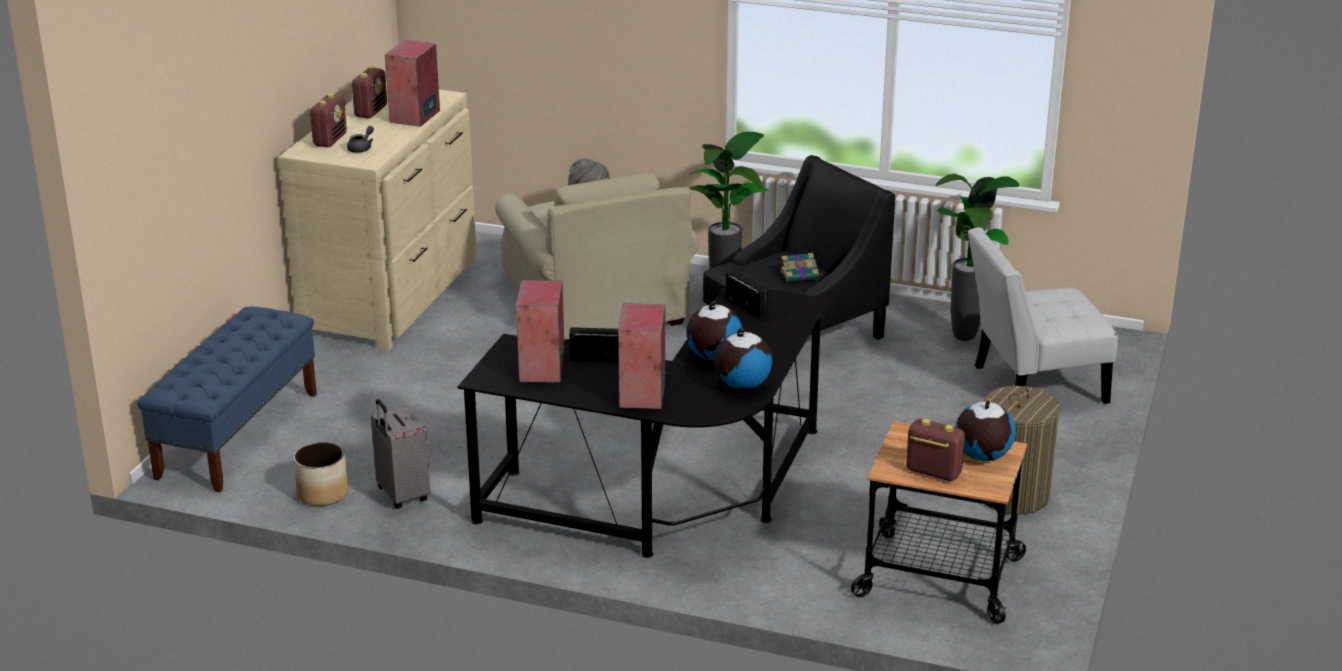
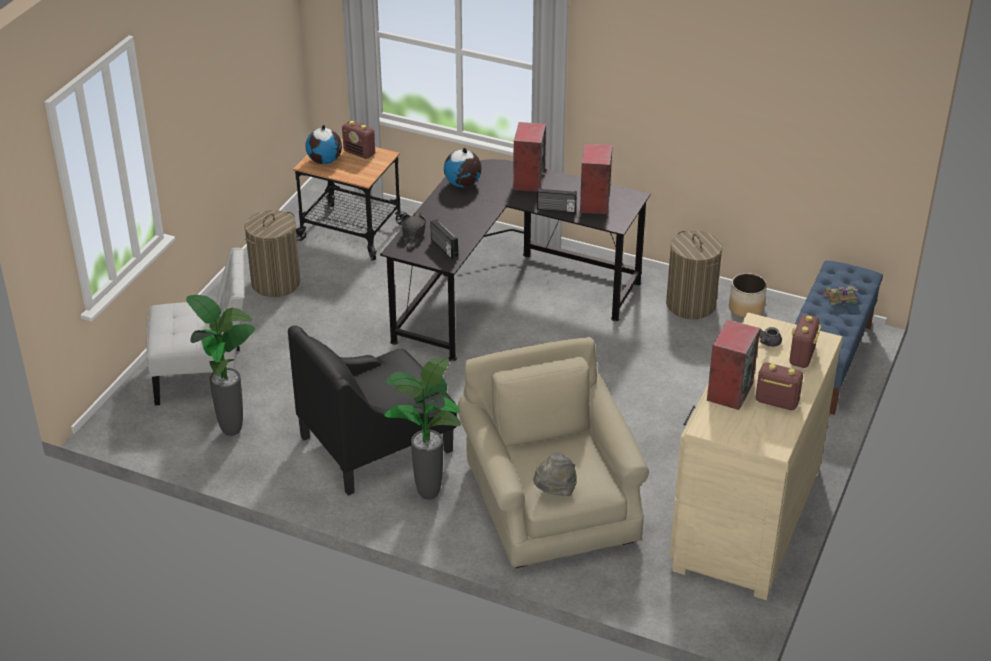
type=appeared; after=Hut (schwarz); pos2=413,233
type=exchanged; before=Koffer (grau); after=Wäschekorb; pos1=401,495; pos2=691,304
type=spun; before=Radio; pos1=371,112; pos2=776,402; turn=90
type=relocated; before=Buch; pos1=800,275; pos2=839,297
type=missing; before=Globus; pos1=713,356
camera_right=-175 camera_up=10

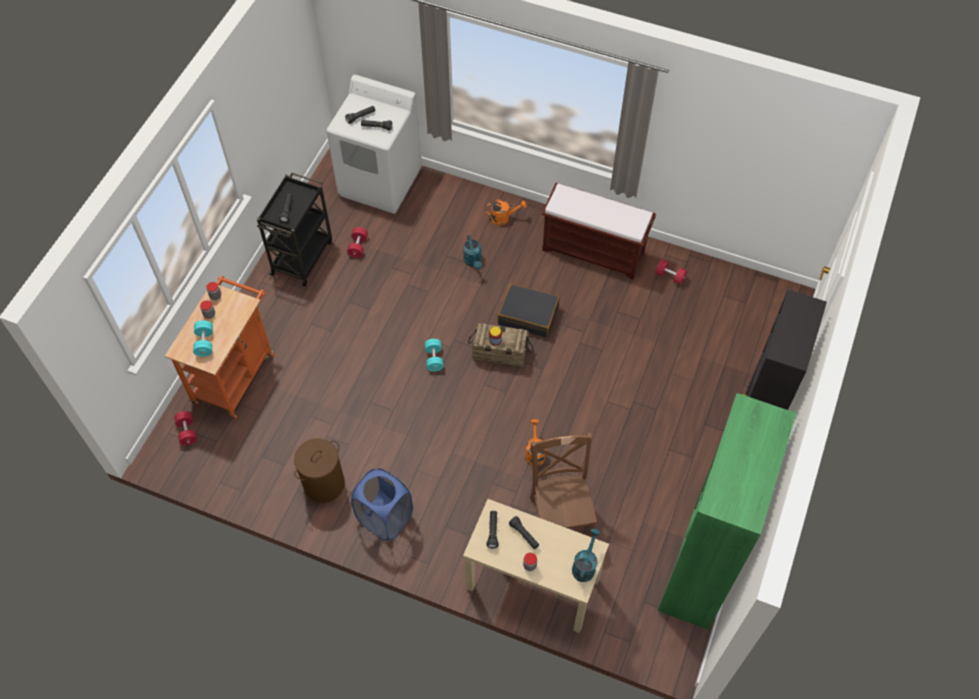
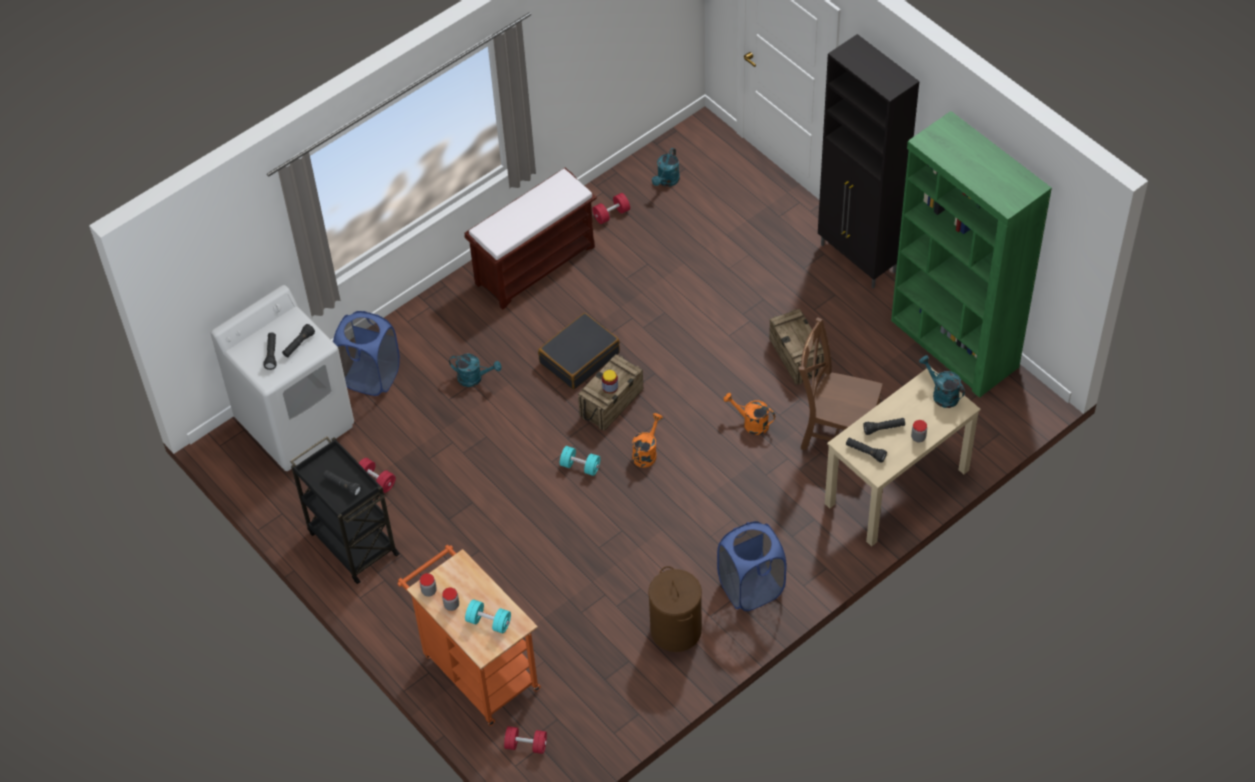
type=appeared; after=Wäschekorb (blau); pos2=371,376
type=relocated; before=Gießkanne (orange); pos1=503,218; pos2=646,452
type=appeared; after=Gießkanne (türkis); pos2=667,181
type=appeared; after=Kiste; pos2=796,357
camera_right=-60 camera_up=-5

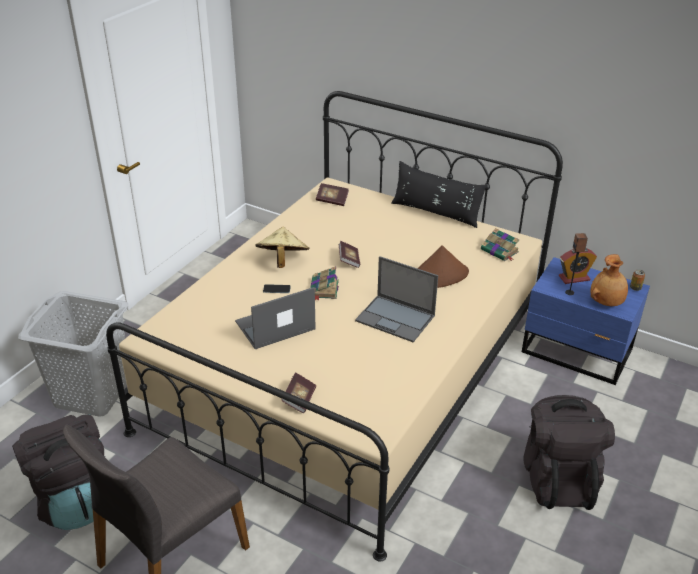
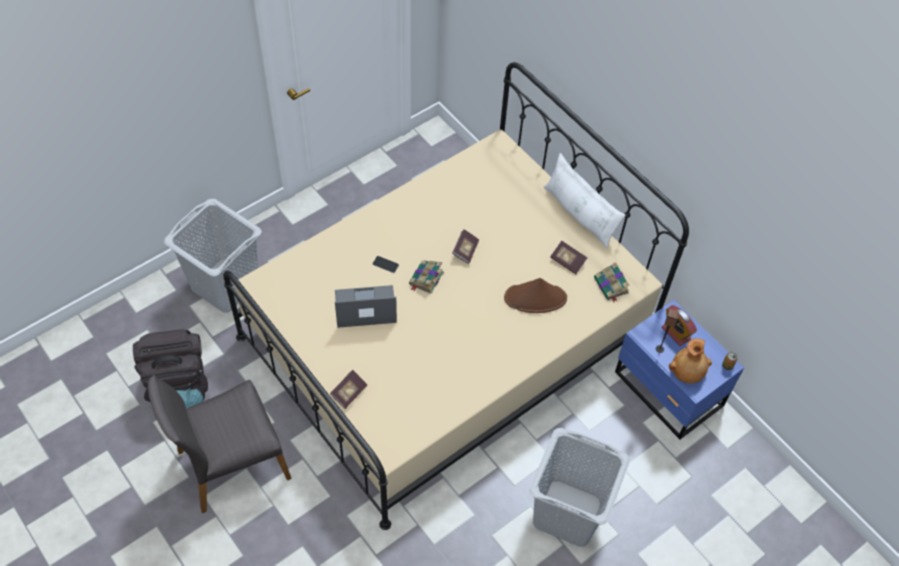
type=exchanged; before=Rucksack (schwarz); after=Wäschekorb (grau); pos1=558,479; pos2=567,513
type=colour; before=Kissen (schwarz); after=Kissen (weiß); pos1=435,212; pos2=579,214
type=relocated; before=Buch; pos1=332,200; pos2=567,261
type=spun; before=Wecker; pos1=574,278; pos2=676,333; turn=45
type=missing; before=Hut (beige); pos1=282,261
type=missing; before=Laptop; pos1=396,318
camera_right=20 camera_up=20

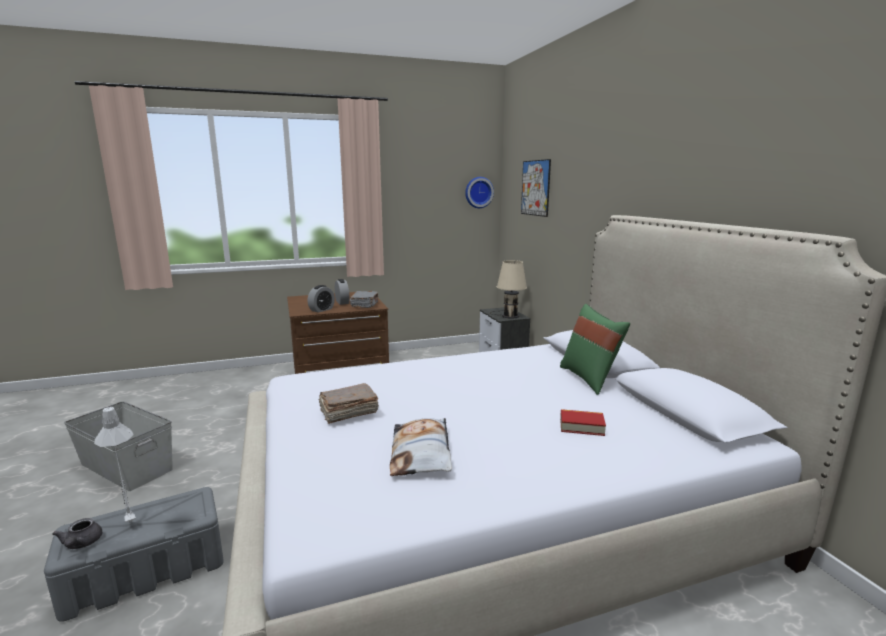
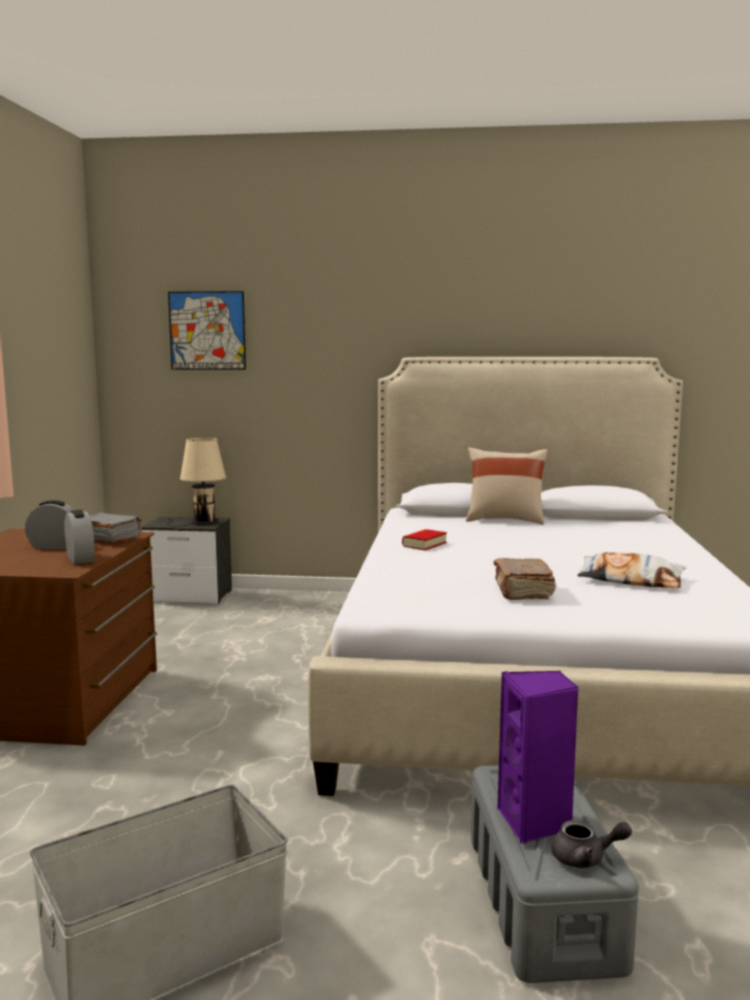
type=relocated; before=Buch; pos1=581,426; pos2=424,544
type=colour; before=Kissen (grün); after=Kissen (beige); pos1=589,379; pos2=505,520
type=exchanged; before=Tischlampe (grau); after=Lautsprecher (lila); pos1=129,519; pos2=535,823
type=missing; before=Wanduhr; pos1=478,192
camera_right=-65 camera_up=-5

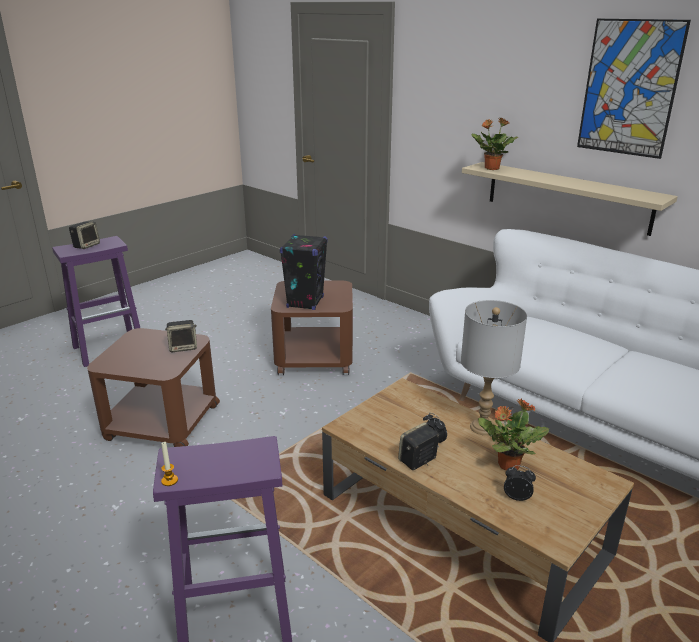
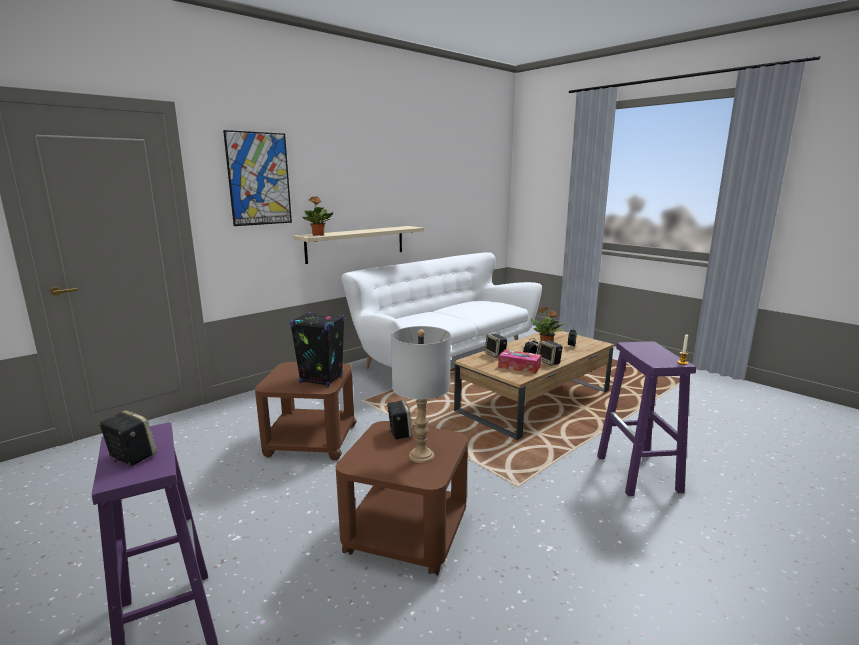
type=relocated; before=Bild; pos1=629,88; pos2=259,179
type=relocated; before=Tischlampe (grau); pos1=483,427; pos2=421,455
type=appeared; after=Lautsprecher; pos2=496,355
type=appeared; after=Taschentuchbox; pos2=519,367
camera_right=-85 camera_up=-10

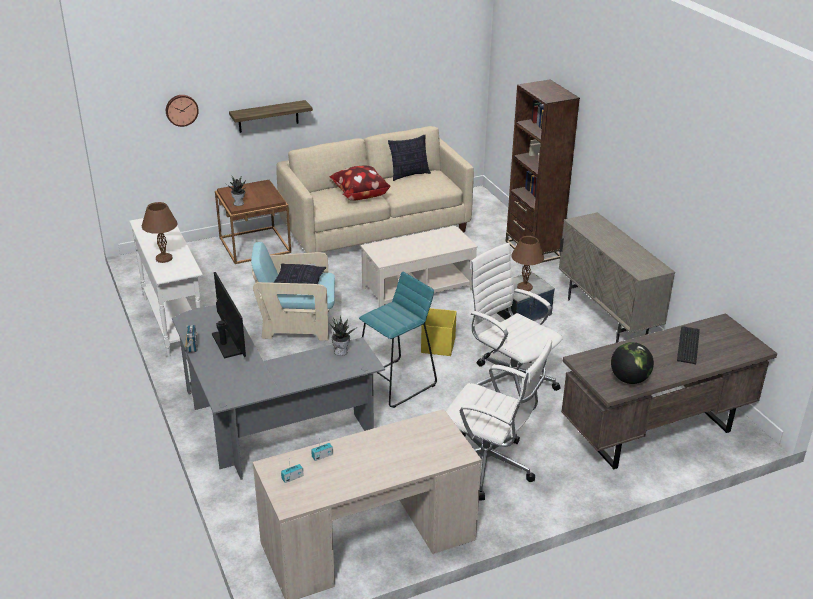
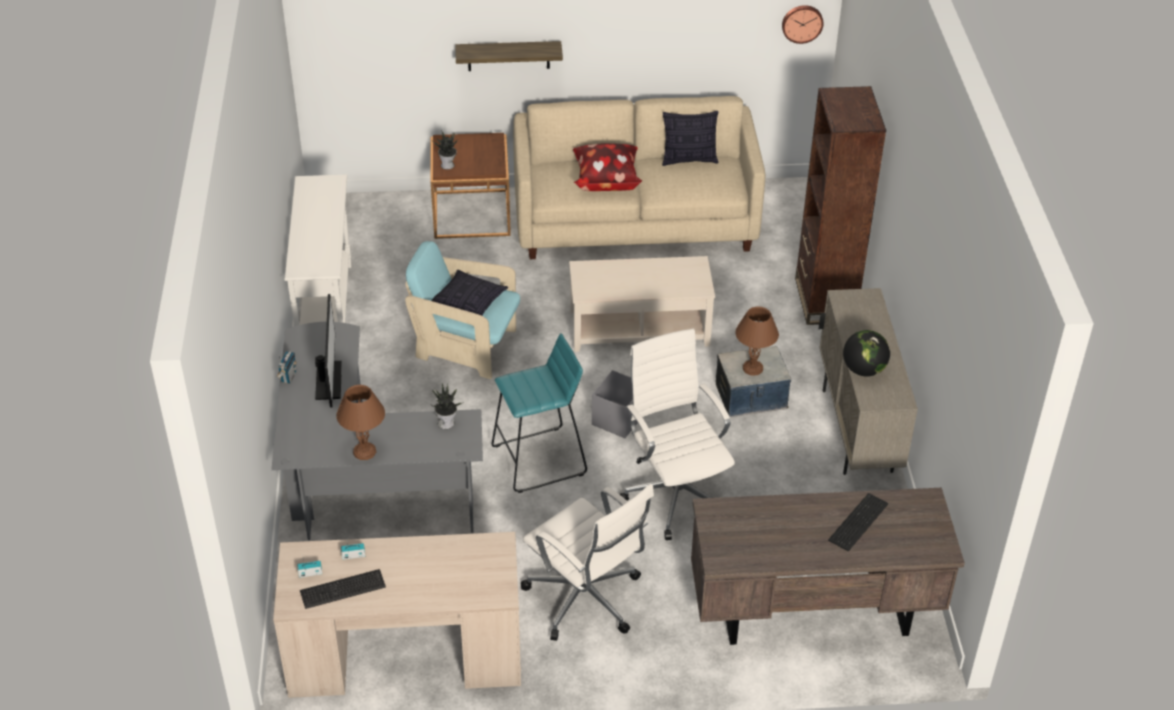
type=appeared; after=Tastatur; pos2=344,590
type=relocated; before=Tischlampe (braun); pos1=164,258; pos2=365,451
type=colour; before=Aufbewahrungsbox (gelb); after=Aufbewahrungsbox (grau); pos1=437,346; pos2=617,420
type=relocated; before=Wanduhr; pos1=181,110; pos2=802,23
type=relocated; before=Globus; pos1=629,379; pos2=863,370
camera_right=20 camera_up=10

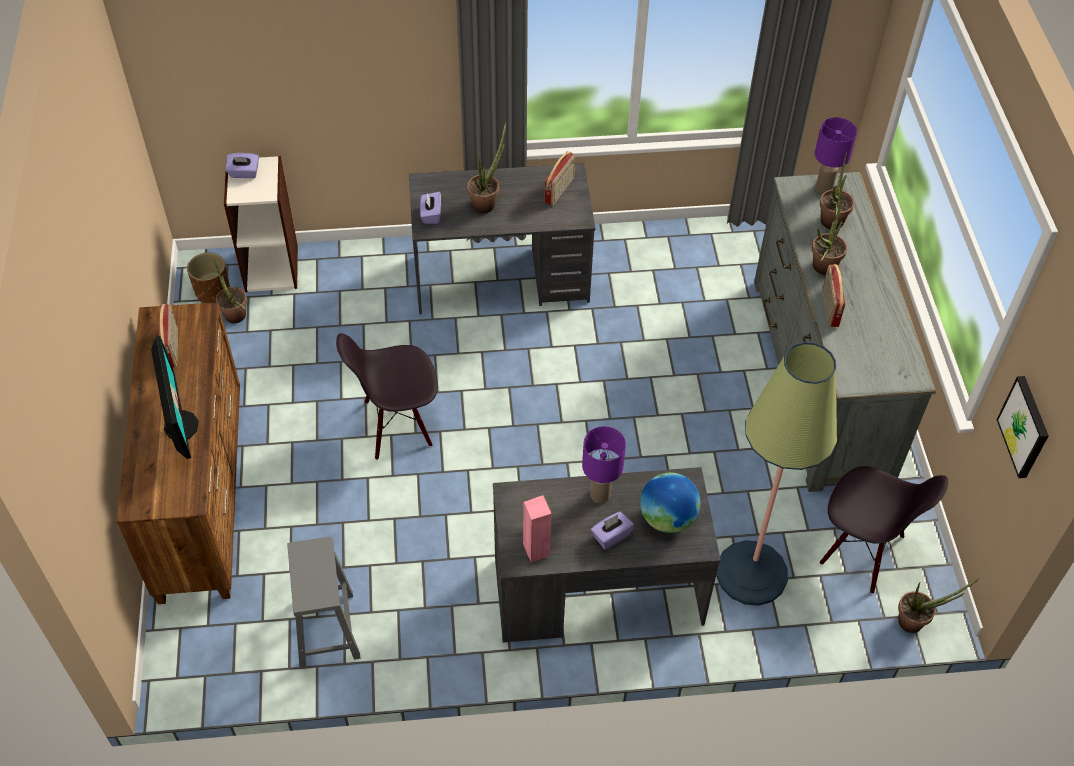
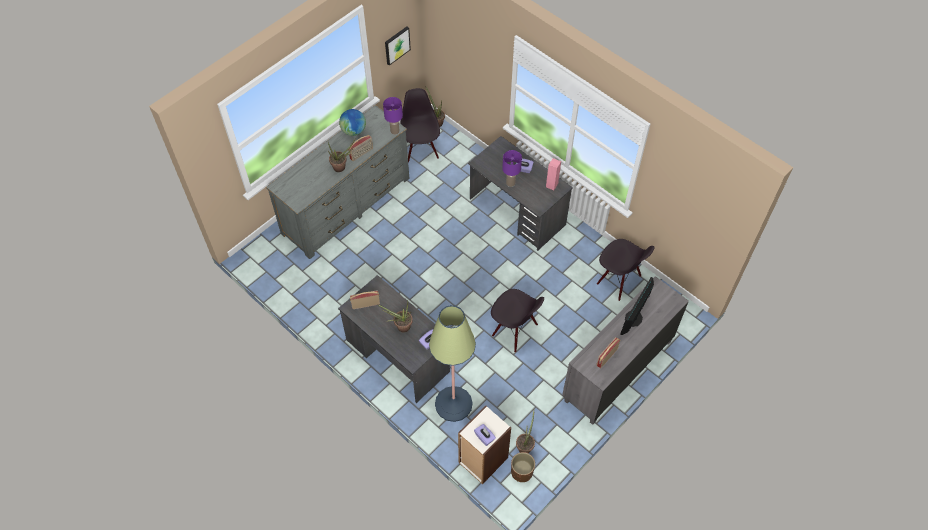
type=relocated; before=Globus; pos1=667,518; pos2=354,131
type=relocated; before=Tischlampe (lila); pos1=824,188; pos2=395,131
type=relocated; before=Stehlampe; pos1=751,573; pos2=453,404
type=colour; before=Kommode (braun); after=Kommode (grau); pos1=202,496; pos2=617,370
type=exchanged; before=Hocker (grau); after=Stuhl (schwarz); pos1=326,628; pos2=618,280
type=missing; before=Topfpflanze; pos1=830,225
camera_right=-130 camera_up=5

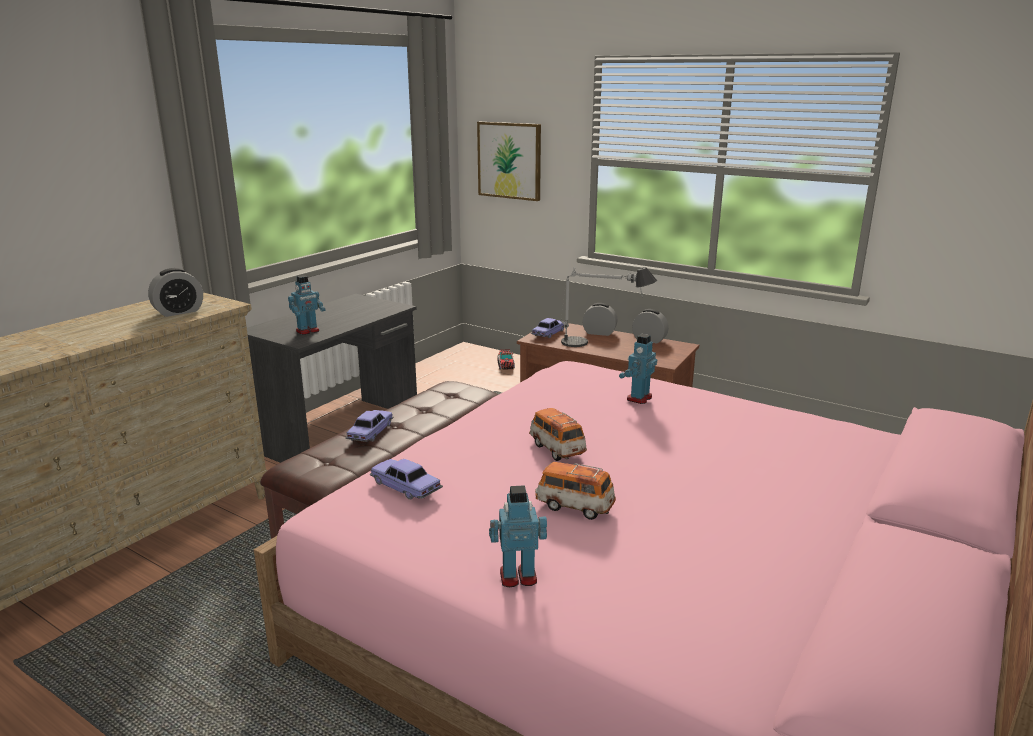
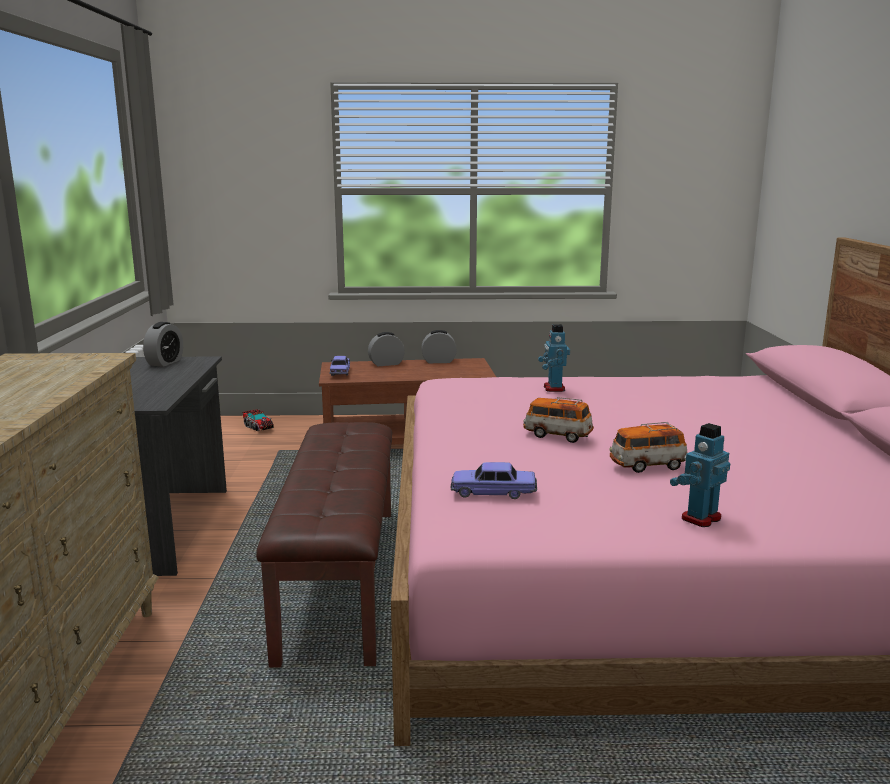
type=relocated; before=Wecker; pos1=179,312; pos2=165,362
type=missing; before=Spielzeugroboter; pos1=308,331
type=missing; before=Spielzeugauto; pos1=370,433
type=missing; before=Bild; pos1=509,160
type=missing; before=Tischlampe; pos1=602,345
camera_right=-35 camera_up=-5

